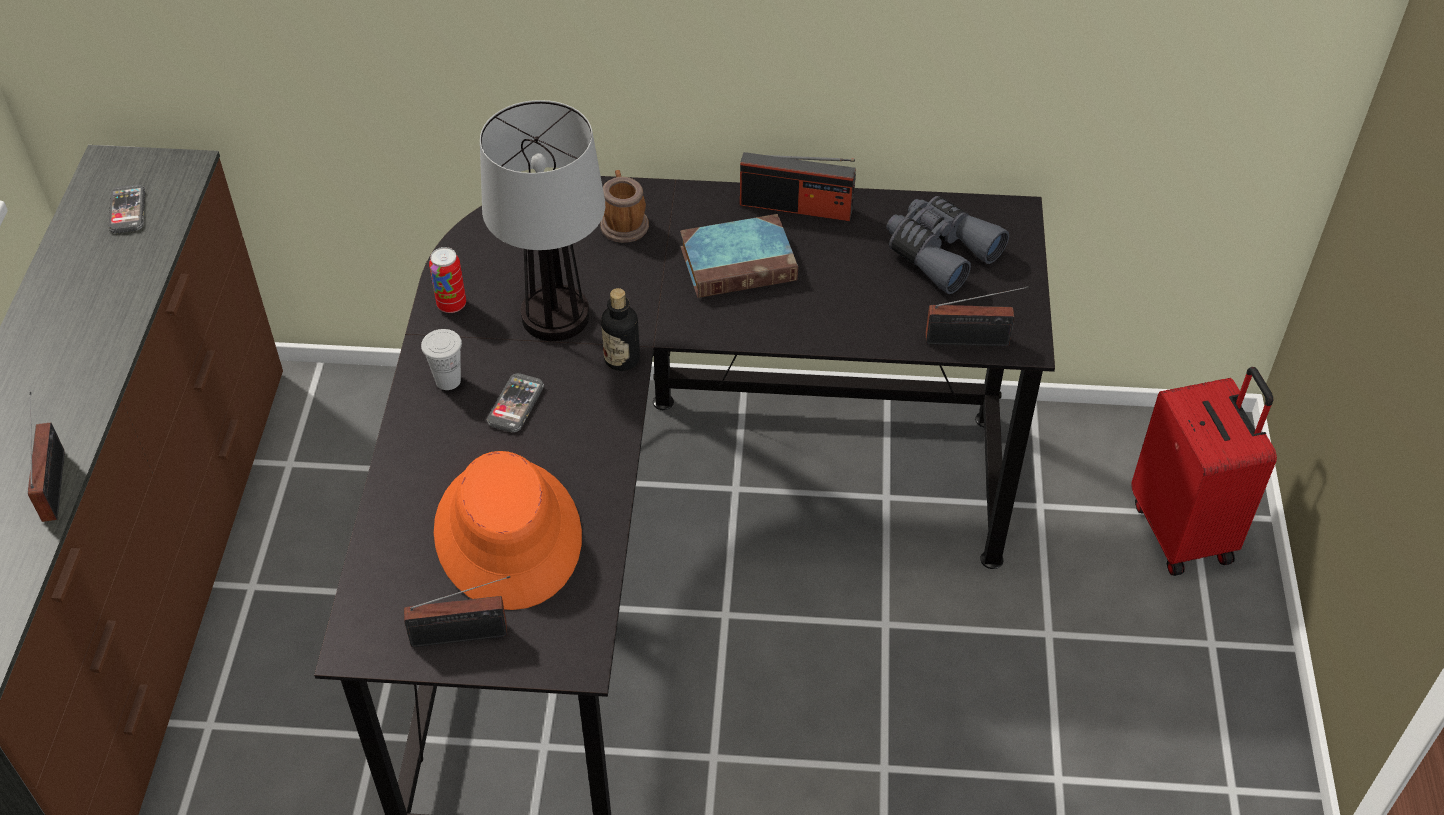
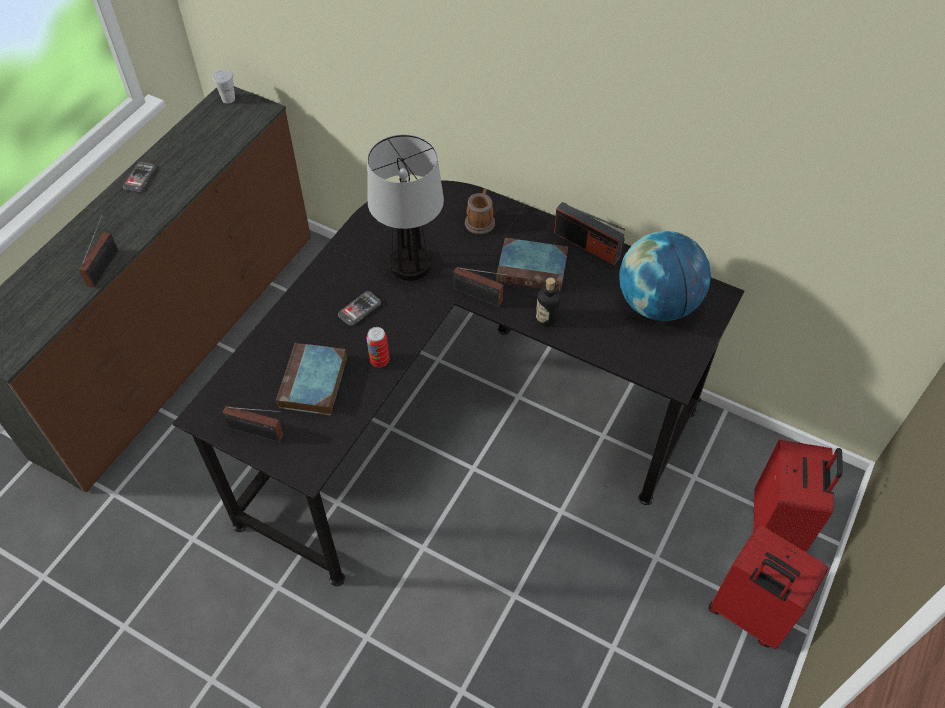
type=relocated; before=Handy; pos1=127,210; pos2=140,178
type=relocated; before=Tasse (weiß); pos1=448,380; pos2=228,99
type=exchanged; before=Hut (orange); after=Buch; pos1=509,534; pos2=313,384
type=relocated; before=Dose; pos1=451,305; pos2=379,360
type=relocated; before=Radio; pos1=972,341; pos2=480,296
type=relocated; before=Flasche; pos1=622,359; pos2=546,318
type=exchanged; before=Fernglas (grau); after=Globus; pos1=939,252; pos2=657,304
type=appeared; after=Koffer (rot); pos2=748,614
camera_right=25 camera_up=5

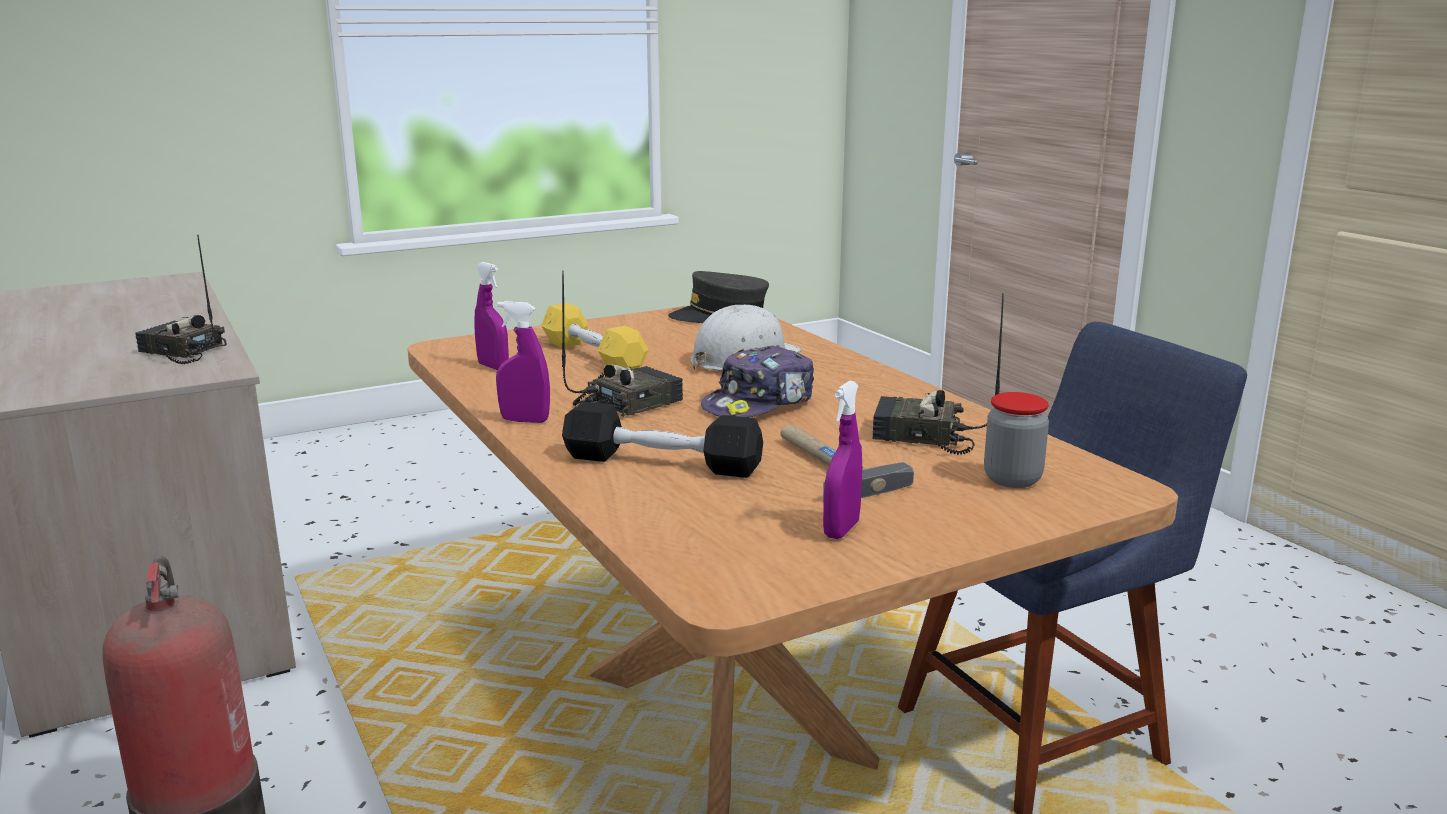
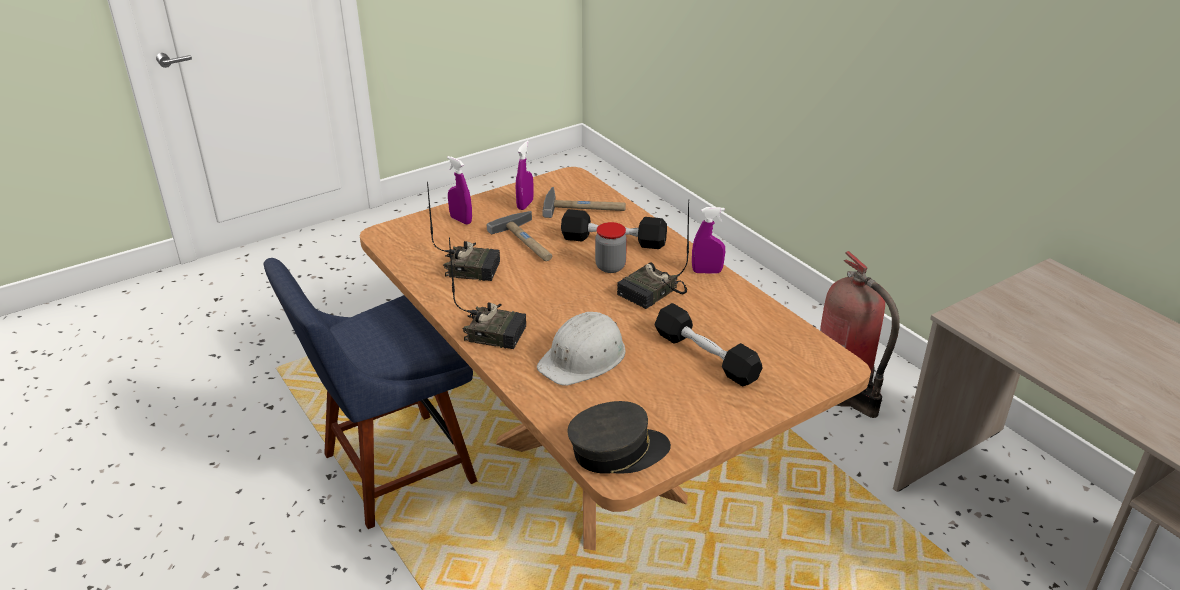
type=relocated; before=Sprühflasche (lila); pos1=493,367; pos2=461,220
type=relocated; before=Radio; pos1=181,352; pos2=494,331
type=appeared; after=Hammer; pos2=584,207
type=relocated; before=Vorratsglas; pos1=1012,479; pos2=610,267
type=colour; before=Hantel (gelb); after=Hantel (schwarz); pos1=593,356; pos2=705,356
type=missing; before=Kappe; pos1=760,404
camera_right=175 camera_up=15

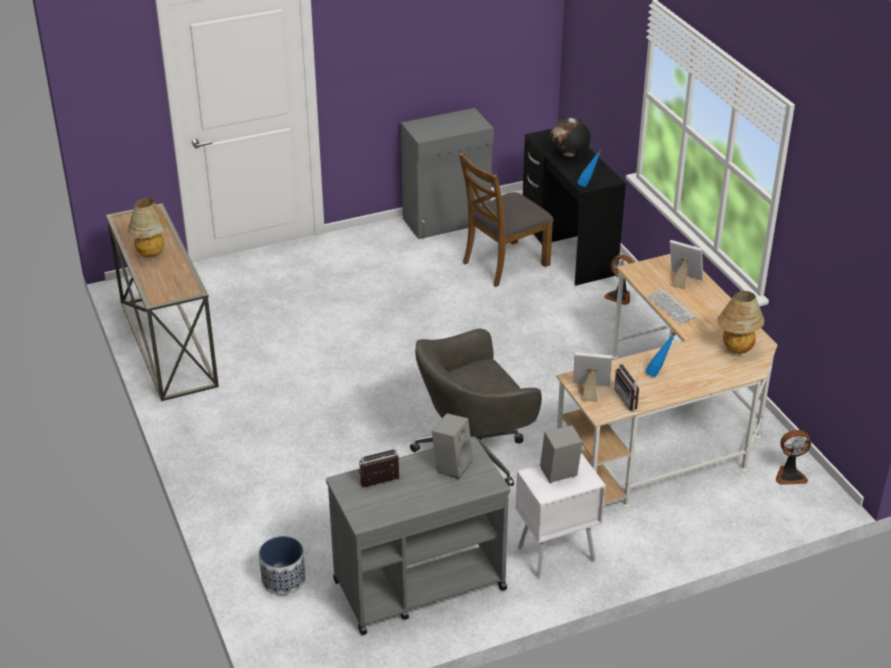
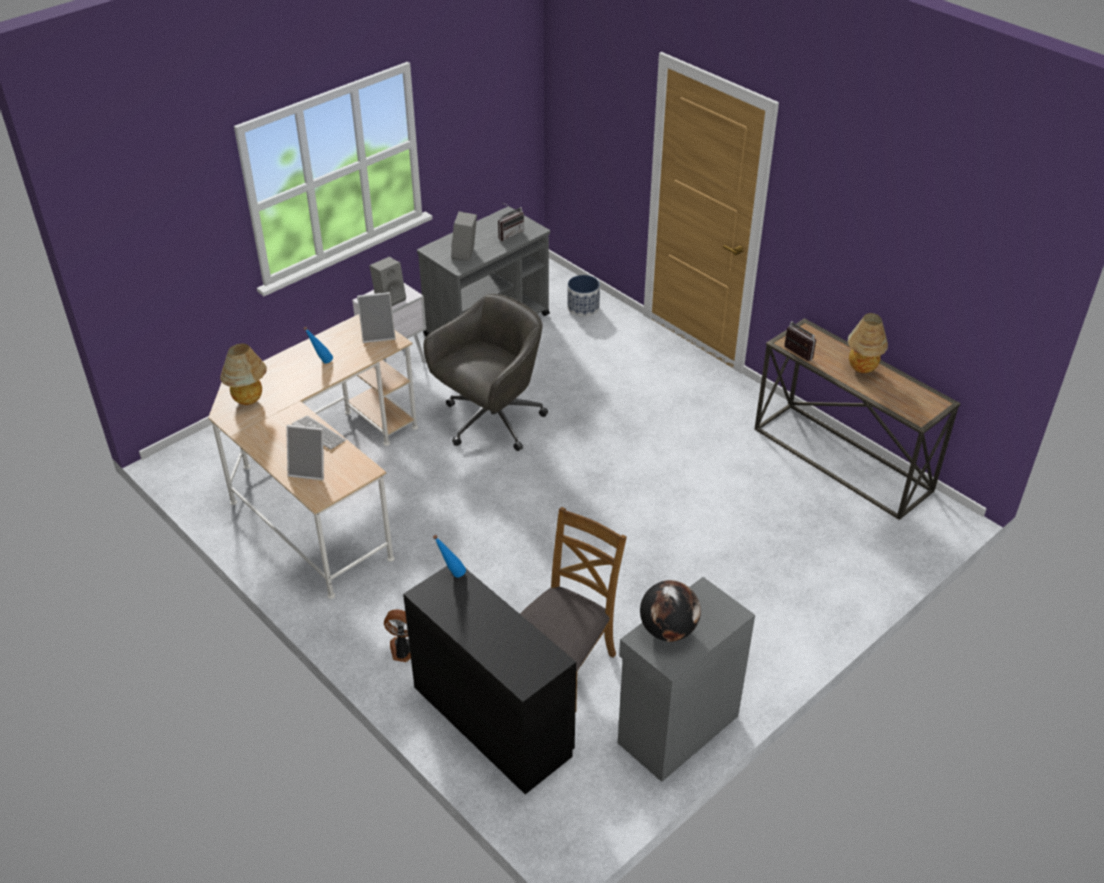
type=relocated; before=Globus; pos1=568,156; pos2=668,630
type=relocated; before=Radio; pos1=629,399; pos2=795,354
type=missing; before=Ventilator; pos1=790,475
camera_right=160 camera_up=5

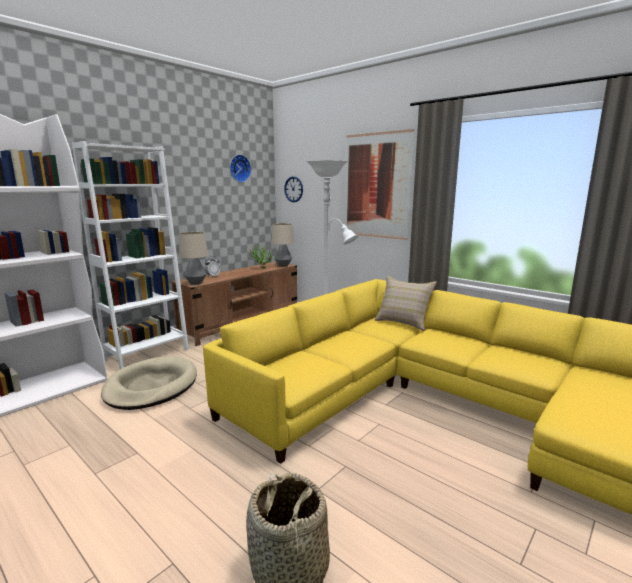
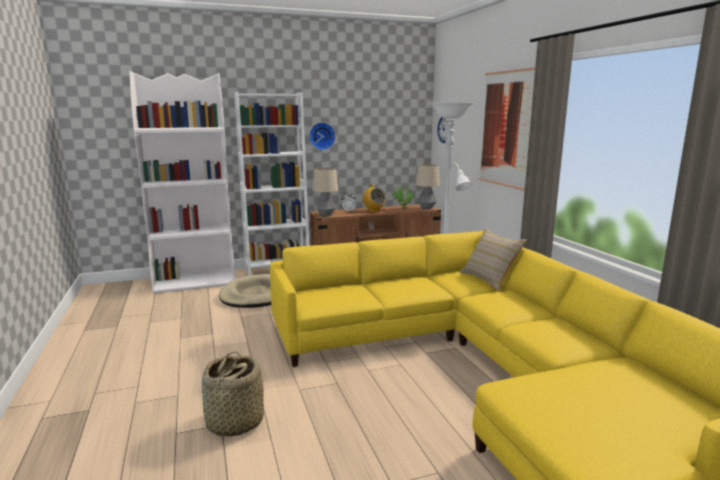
type=relocated; before=Wanduhr; pos1=239,168; pos2=321,136
type=appeared; after=Radio; pos2=373,210
camera_right=30 camera_up=0

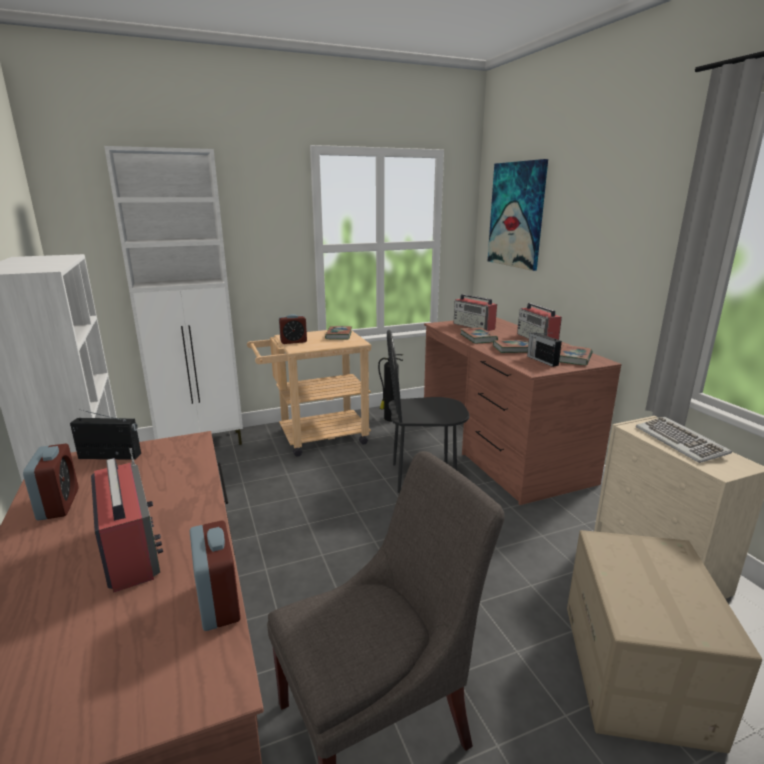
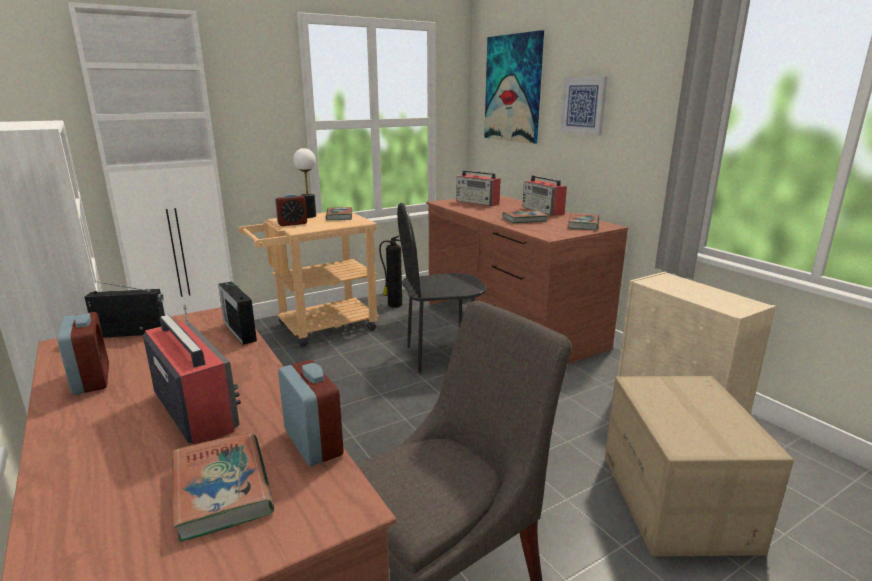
type=relocated; before=Buch; pos1=478,338; pos2=222,489
type=relocated; before=Radio; pos1=542,360; pos2=239,331
type=appeared; after=Tischlampe; pos2=309,216
type=appeared; after=Bild; pos2=583,105
type=missing; before=Tastatur; pos1=681,442
camera_right=-10 camera_up=0

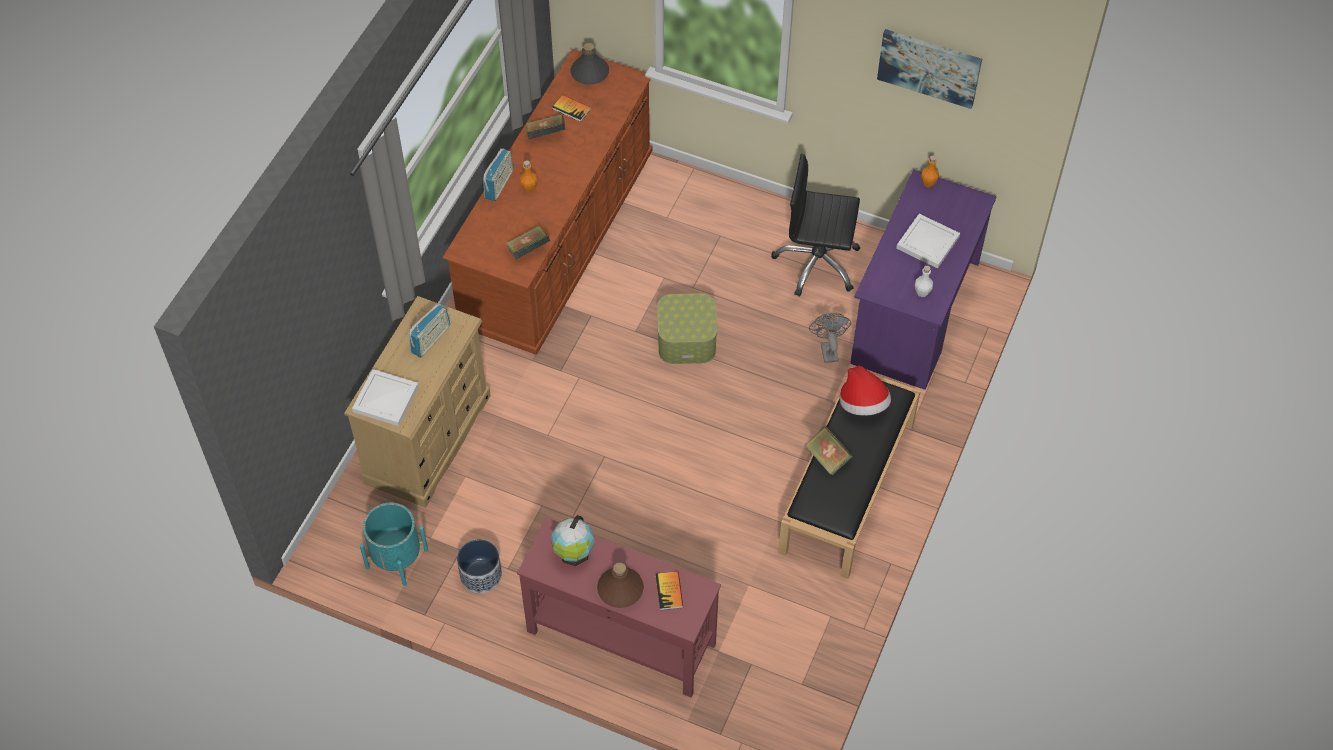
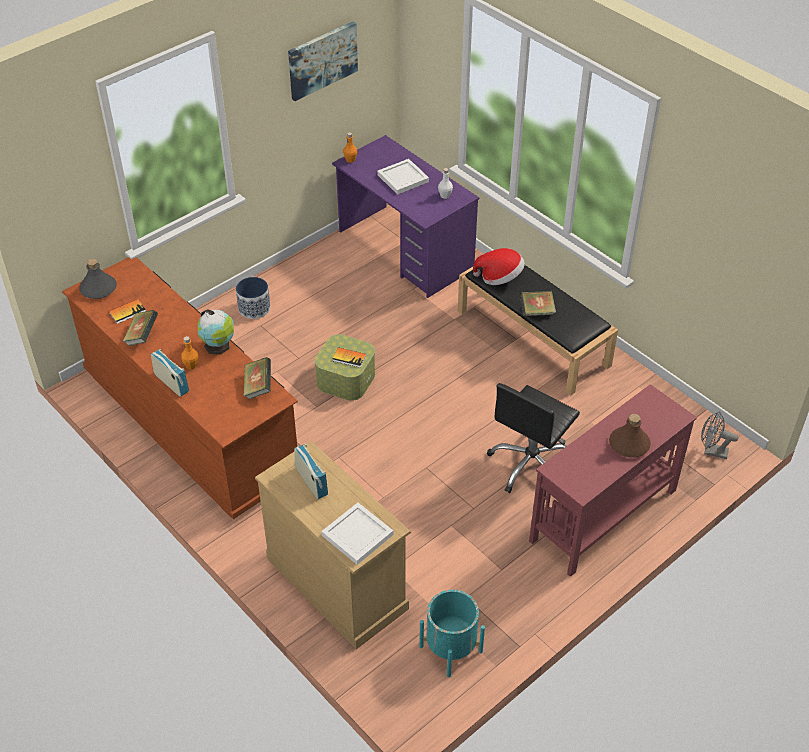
type=relocated; before=Globus; pos1=574,554; pos2=218,346
type=relocated; before=Pflanzkübel; pos1=480,575; pos2=254,309
type=relocated; before=Buch; pos1=669,591; pos2=349,358
type=relocated; before=Bürostuhl (schwarz); pos1=817,263; pos2=531,464
type=relocated; before=Ventilator (grau); pos1=828,349; pos2=711,451
camera_right=-65 camera_up=-10

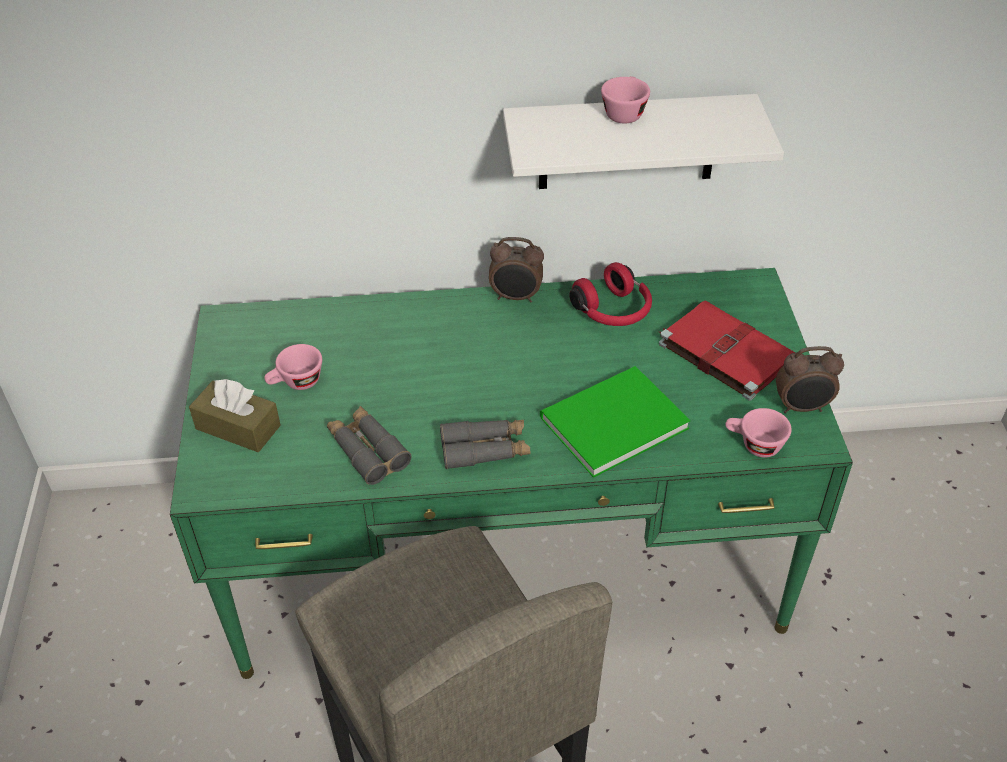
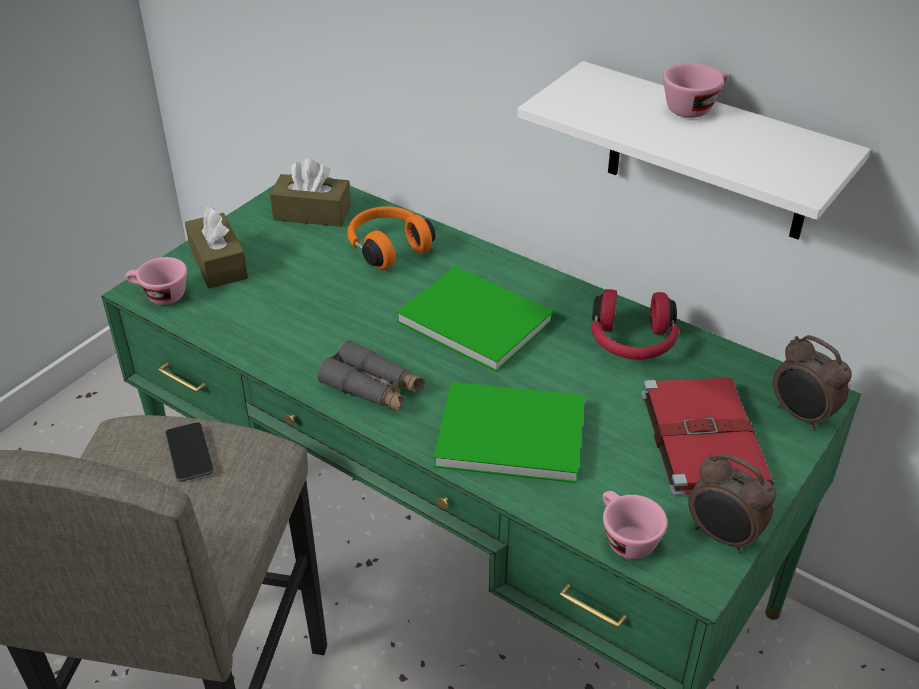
type=relocated; before=Tasse (rosa); pos1=296,383; pos2=159,296
type=appeared; after=Handy; pos2=189,452
type=appeared; after=Taschentuchbox (braun); pos2=312,213
type=appeared; after=Kopfhörer (orange); pos2=387,247
type=appeared; after=Buch (grün); pos2=474,317
type=relocated; before=Wecker; pos1=516,297; pos2=801,416
type=missing; before=Fernglas (grau); pos1=367,450
camera_right=40 camera_up=-5

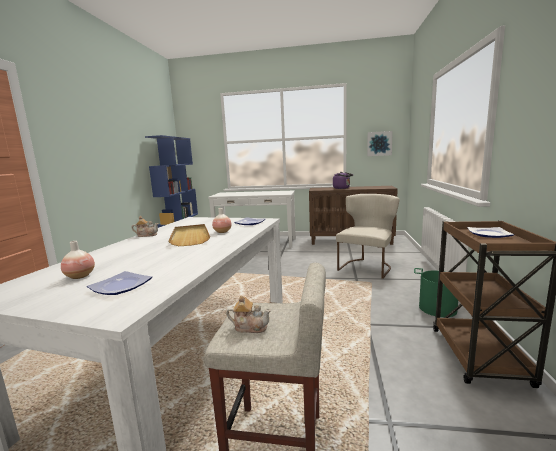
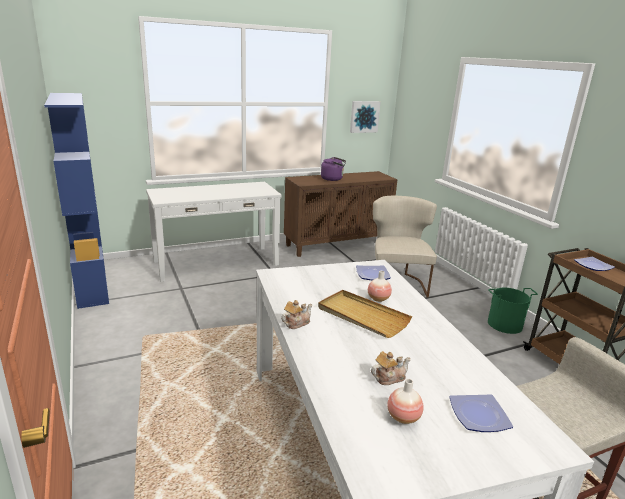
type=relocated; before=Teekanne; pos1=250,327; pos2=388,377
camera_right=-35 camera_up=10

